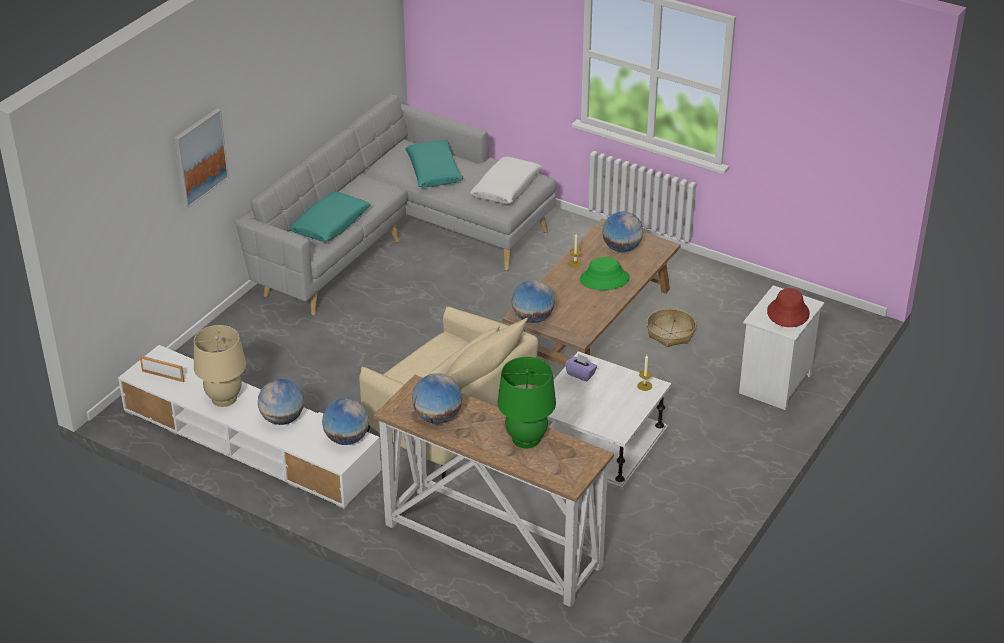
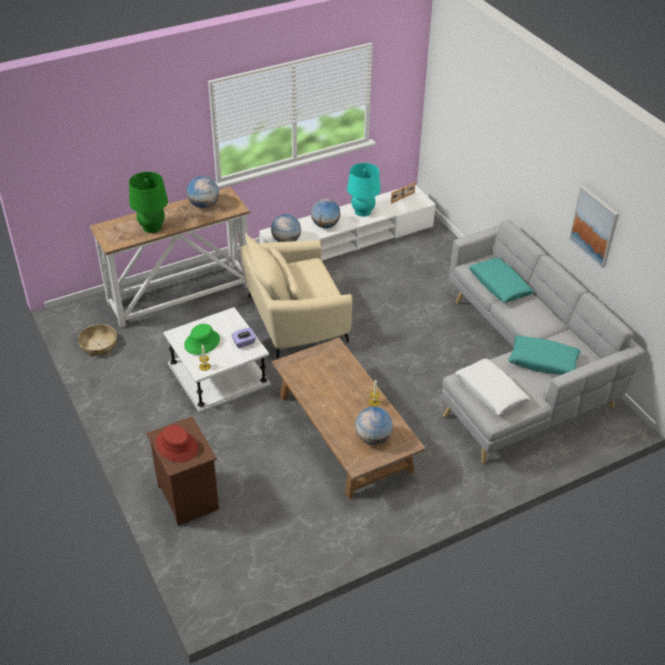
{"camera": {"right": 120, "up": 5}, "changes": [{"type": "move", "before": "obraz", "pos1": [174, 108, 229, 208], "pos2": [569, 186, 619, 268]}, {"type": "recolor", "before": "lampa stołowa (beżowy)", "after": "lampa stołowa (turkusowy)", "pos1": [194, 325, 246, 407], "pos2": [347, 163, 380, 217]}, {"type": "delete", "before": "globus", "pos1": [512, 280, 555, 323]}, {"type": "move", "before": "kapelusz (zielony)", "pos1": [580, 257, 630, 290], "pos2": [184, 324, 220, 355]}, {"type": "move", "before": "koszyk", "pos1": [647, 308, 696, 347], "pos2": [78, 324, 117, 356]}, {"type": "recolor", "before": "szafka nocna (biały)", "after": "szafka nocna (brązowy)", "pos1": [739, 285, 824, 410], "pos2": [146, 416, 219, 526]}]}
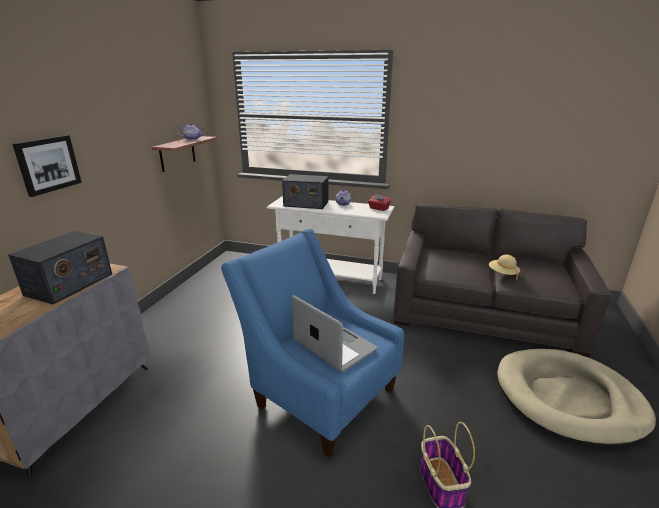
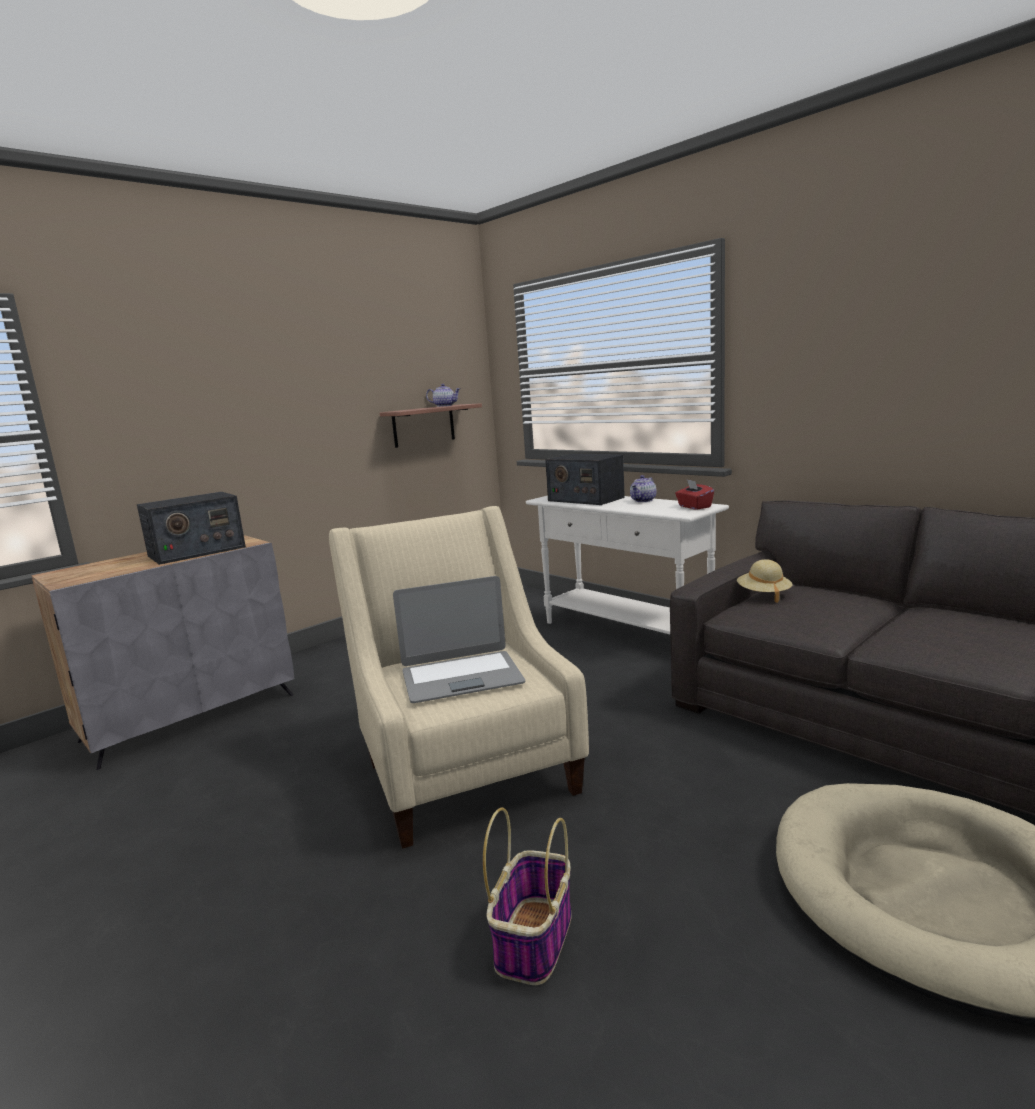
{"camera": {"right": 30, "up": -10}, "changes": [{"type": "delete", "before": "obraz", "pos1": [13, 135, 82, 197]}, {"type": "recolor", "before": "fotel (niebieski)", "after": "fotel (beżowy)", "pos1": [221, 229, 404, 458], "pos2": [329, 506, 589, 849]}, {"type": "rotate", "before": "laptop", "pos1": [292, 295, 377, 372], "pos2": [393, 576, 525, 703], "turn": 90}, {"type": "move", "before": "kapelusz (beżowy)", "pos1": [489, 254, 520, 279], "pos2": [737, 559, 793, 603]}]}
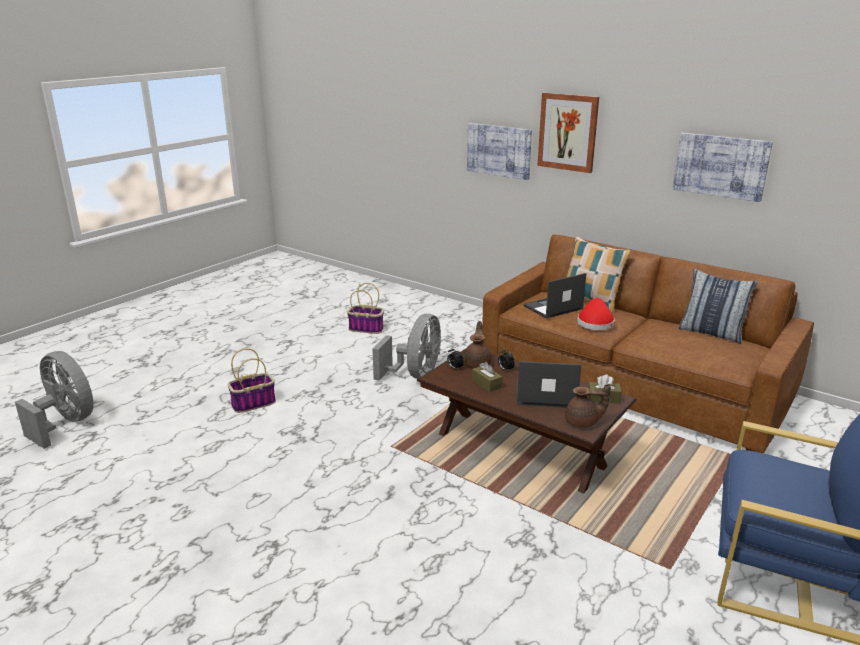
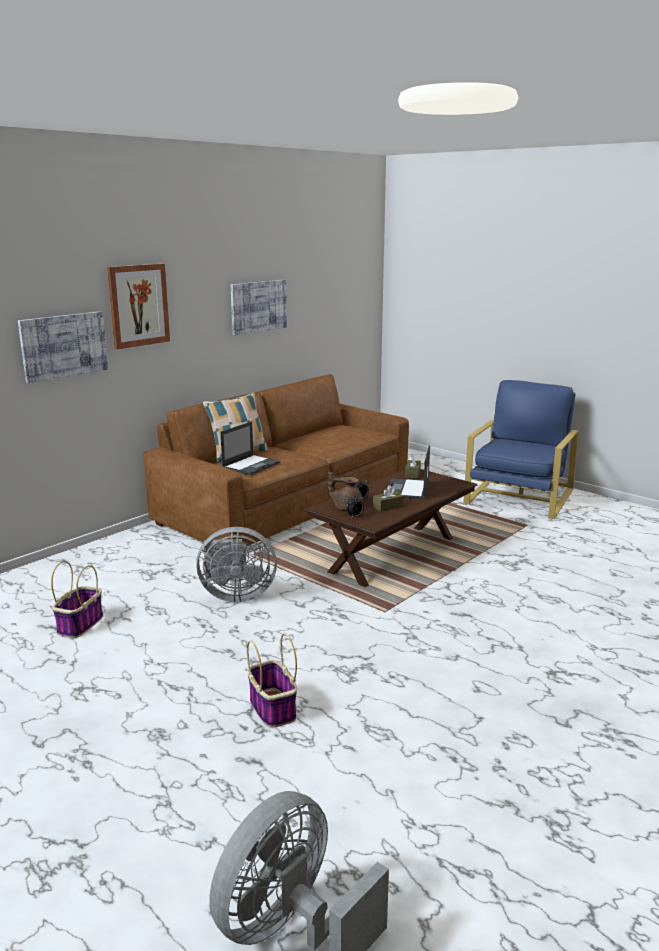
{"camera": {"right": -85, "up": -5}, "changes": [{"type": "rotate", "before": "wentylator (szary)", "pos1": [372, 314, 441, 381], "pos2": [196, 527, 277, 602], "turn": 150}, {"type": "rotate", "before": "laptop", "pos1": [523, 273, 586, 319], "pos2": [220, 421, 280, 475], "turn": -120}, {"type": "delete", "before": "imbryk (brązowy)", "pos1": [565, 384, 611, 427]}, {"type": "delete", "before": "kapelusz (czerwony)", "pos1": [577, 298, 615, 330]}, {"type": "delete", "before": "poduszka", "pos1": [679, 268, 758, 344]}]}
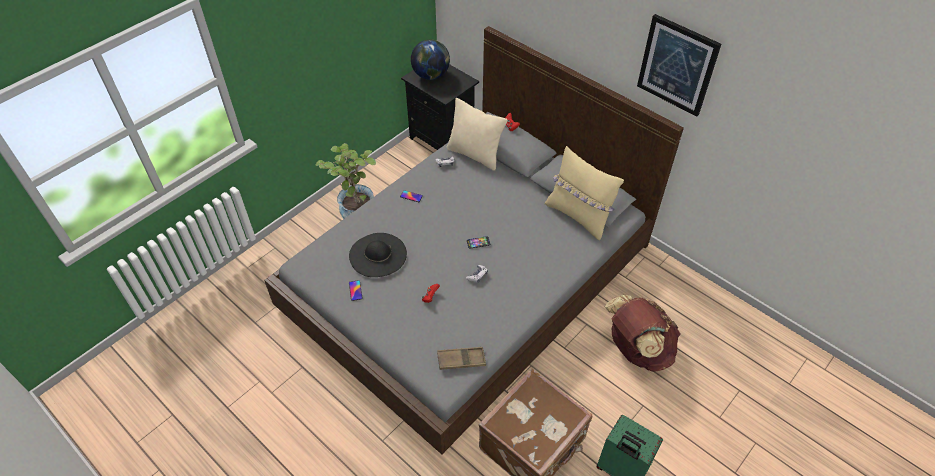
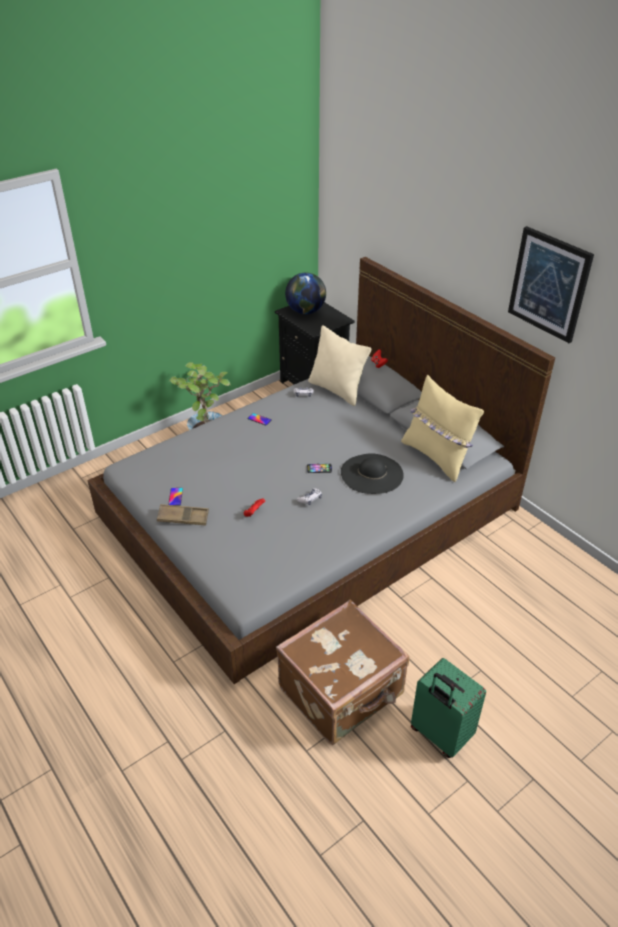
{"camera": {"right": 10, "up": -10}, "changes": [{"type": "move", "before": "kapelusz (czarny)", "pos1": [349, 233, 407, 277], "pos2": [341, 453, 404, 494]}, {"type": "move", "before": "taca (brązowy)", "pos1": [437, 347, 486, 370], "pos2": [157, 504, 209, 526]}, {"type": "delete", "before": "plecak (brązowy)", "pos1": [605, 295, 681, 372]}]}
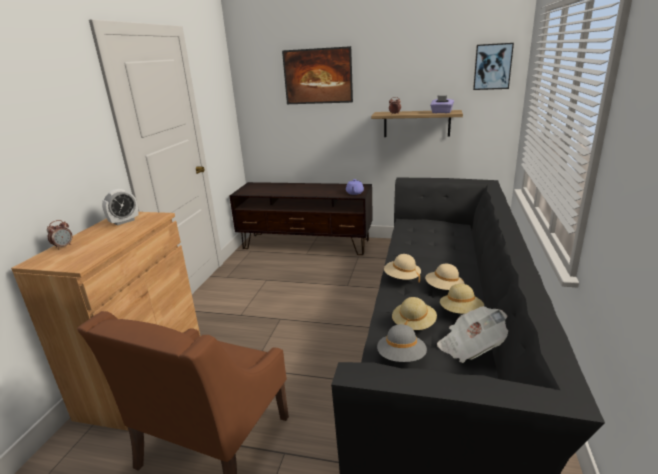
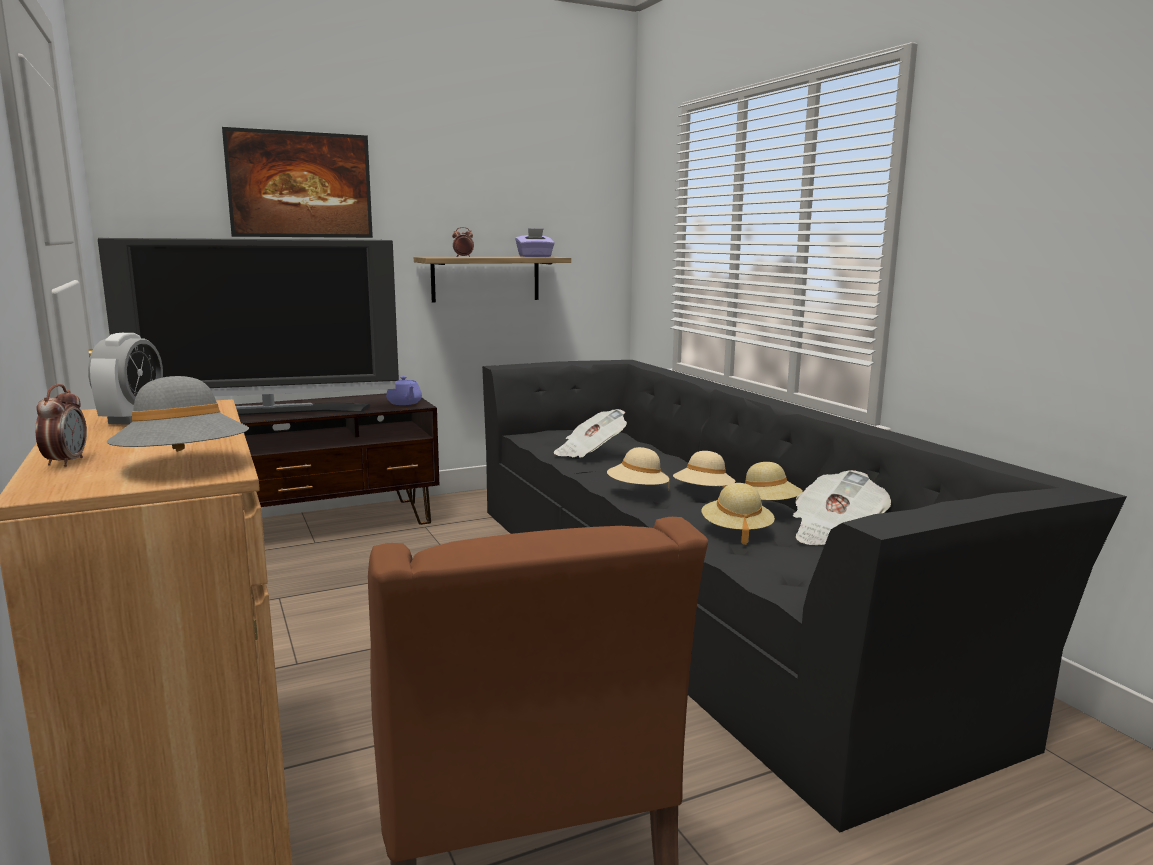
{"camera": {"right": -40, "up": -10}, "changes": [{"type": "move", "before": "kapelusz (szary)", "pos1": [377, 324, 427, 362], "pos2": [107, 376, 249, 452]}, {"type": "delete", "before": "obraz", "pos1": [473, 43, 514, 90]}, {"type": "insert", "after": "telewizor", "pos2": [98, 238, 399, 415]}, {"type": "insert", "after": "gazeta", "pos2": [554, 409, 627, 458]}]}
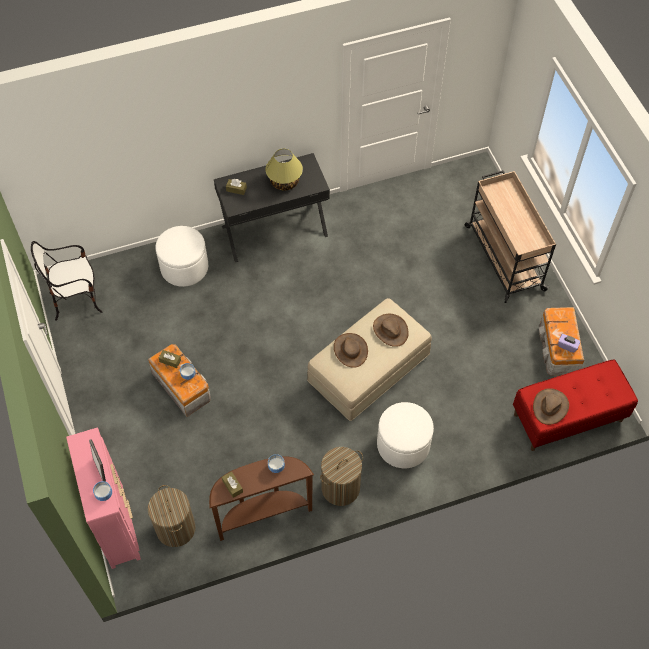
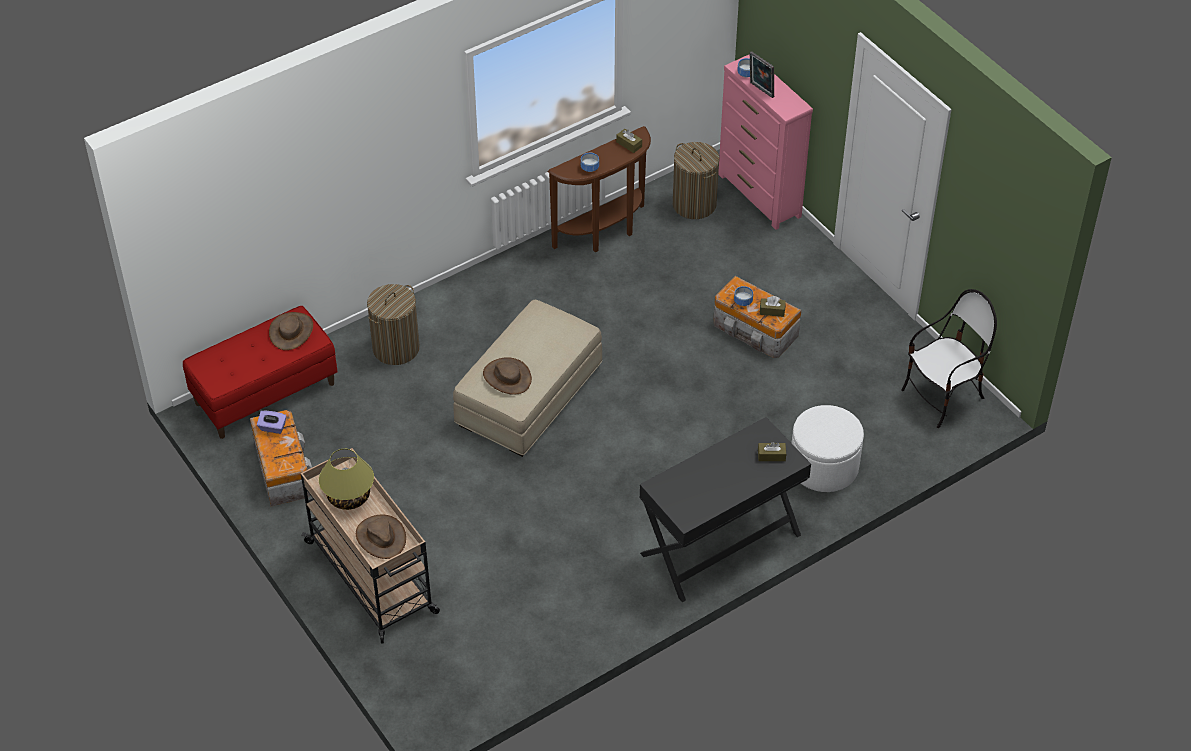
{"camera": {"right": 165, "up": -10}, "changes": [{"type": "move", "before": "lampa stołowa", "pos1": [266, 149, 303, 190], "pos2": [319, 449, 374, 510]}, {"type": "move", "before": "kosz na pranie", "pos1": [320, 447, 363, 506], "pos2": [367, 284, 419, 365]}, {"type": "move", "before": "kapelusz (brązowy)", "pos1": [334, 333, 368, 368], "pos2": [356, 514, 406, 559]}, {"type": "delete", "before": "pufa (biały)", "pos1": [377, 402, 434, 468]}]}
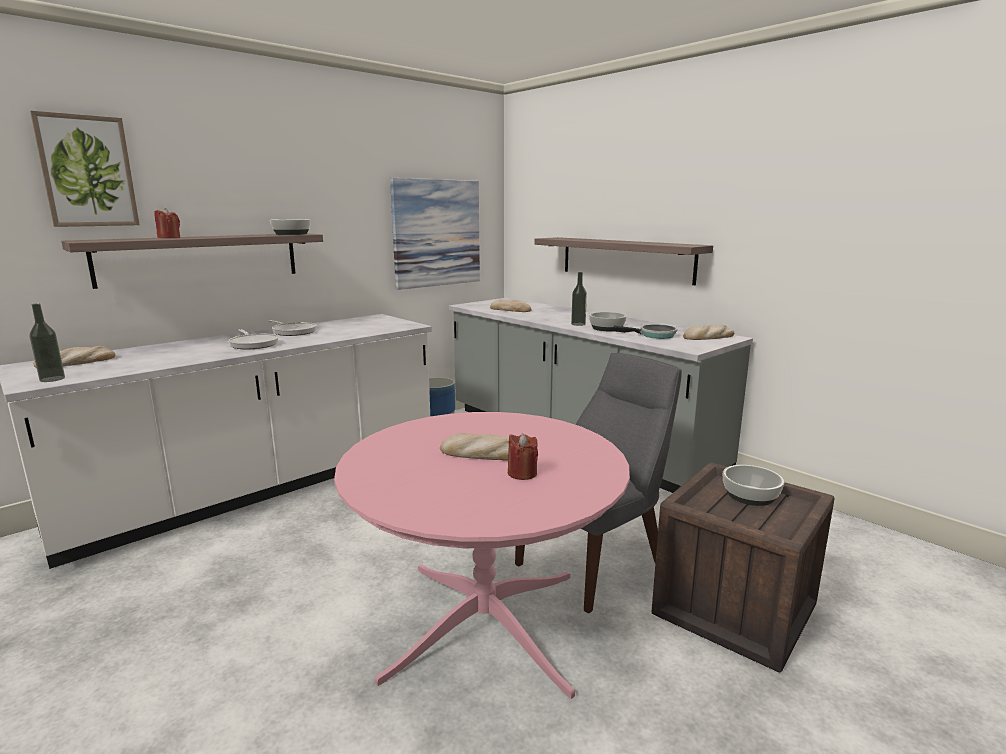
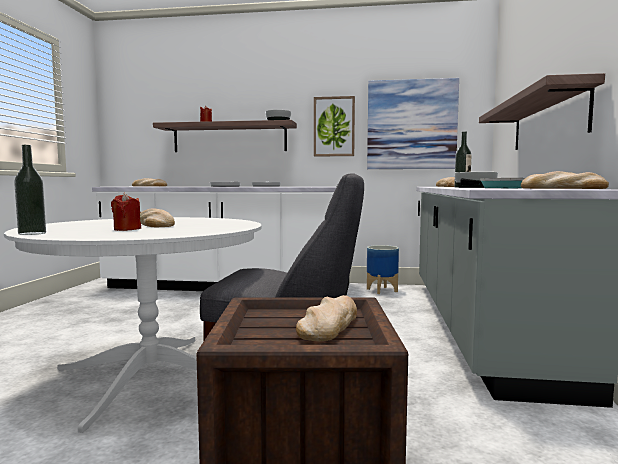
{"camera": {"right": 50, "up": -10}, "changes": [{"type": "move", "before": "obraz", "pos1": [30, 111, 140, 227], "pos2": [314, 96, 355, 157]}, {"type": "move", "before": "butelka", "pos1": [30, 304, 65, 382], "pos2": [14, 145, 46, 235]}, {"type": "recolor", "before": "stół jadalny (różowy)", "after": "stół jadalny (biały)", "pos1": [334, 412, 630, 699], "pos2": [4, 217, 261, 433]}, {"type": "replace", "before": "miska", "after": "chleb", "pos1": [723, 465, 784, 506], "pos2": [296, 295, 357, 341]}]}
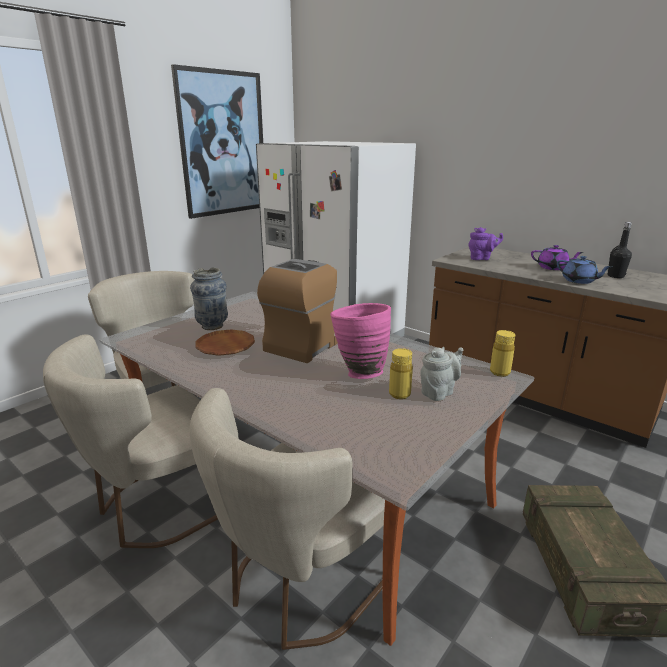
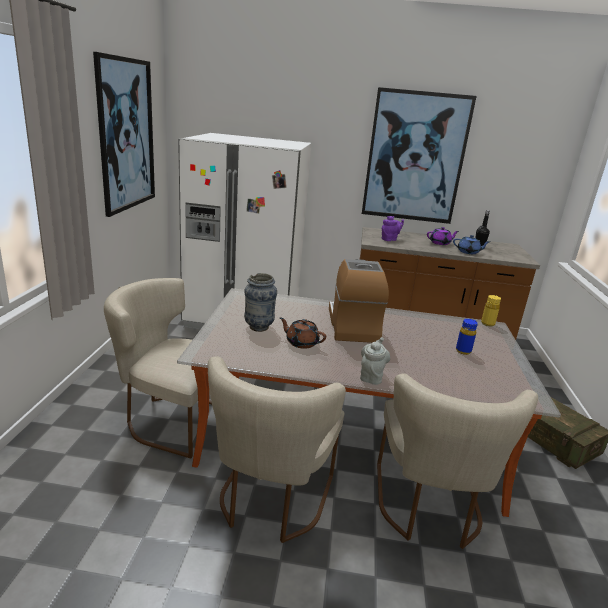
{"camera": {"right": -35, "up": 0}, "changes": [{"type": "replace", "before": "talerz (brązowy)", "after": "imbryk (brązowy)", "pos1": [195, 329, 255, 356], "pos2": [280, 317, 326, 349]}, {"type": "delete", "before": "wazon (różowy)", "pos1": [330, 303, 391, 379]}, {"type": "recolor", "before": "butelka (żółty)", "after": "butelka (niebieski)", "pos1": [389, 348, 413, 399], "pos2": [456, 319, 478, 355]}, {"type": "move", "before": "imbryk (szary)", "pos1": [420, 347, 463, 401], "pos2": [360, 337, 390, 385]}, {"type": "insert", "after": "obraz", "pos2": [362, 87, 477, 224]}]}
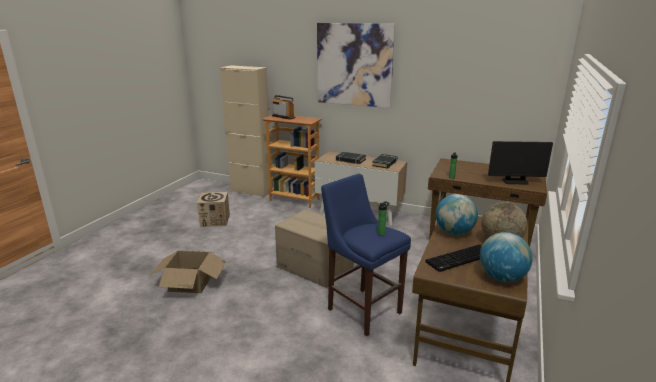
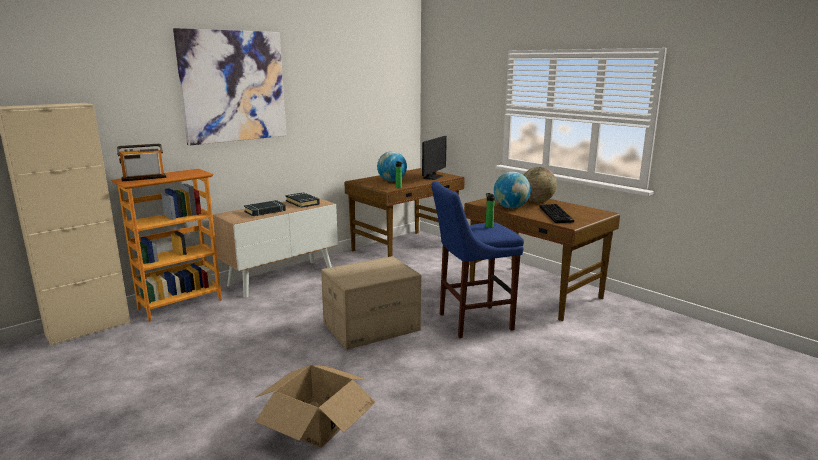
{"camera": {"right": -65, "up": -5}, "changes": [{"type": "delete", "before": "karton", "pos1": [197, 192, 230, 227]}, {"type": "move", "before": "globus", "pos1": [480, 232, 533, 282], "pos2": [377, 151, 407, 182]}]}
